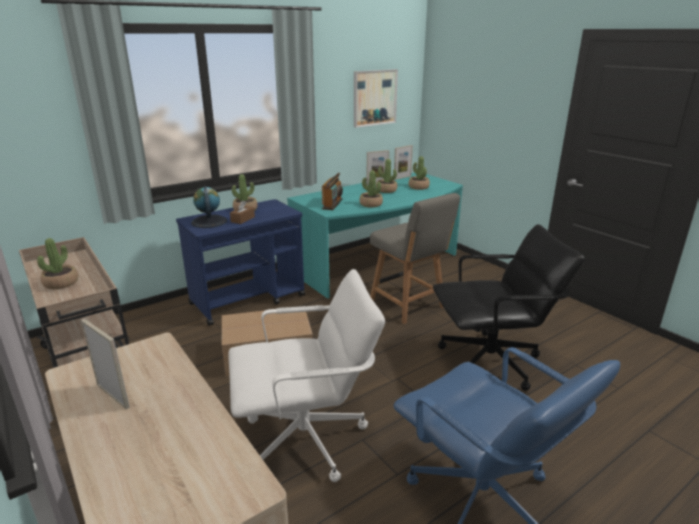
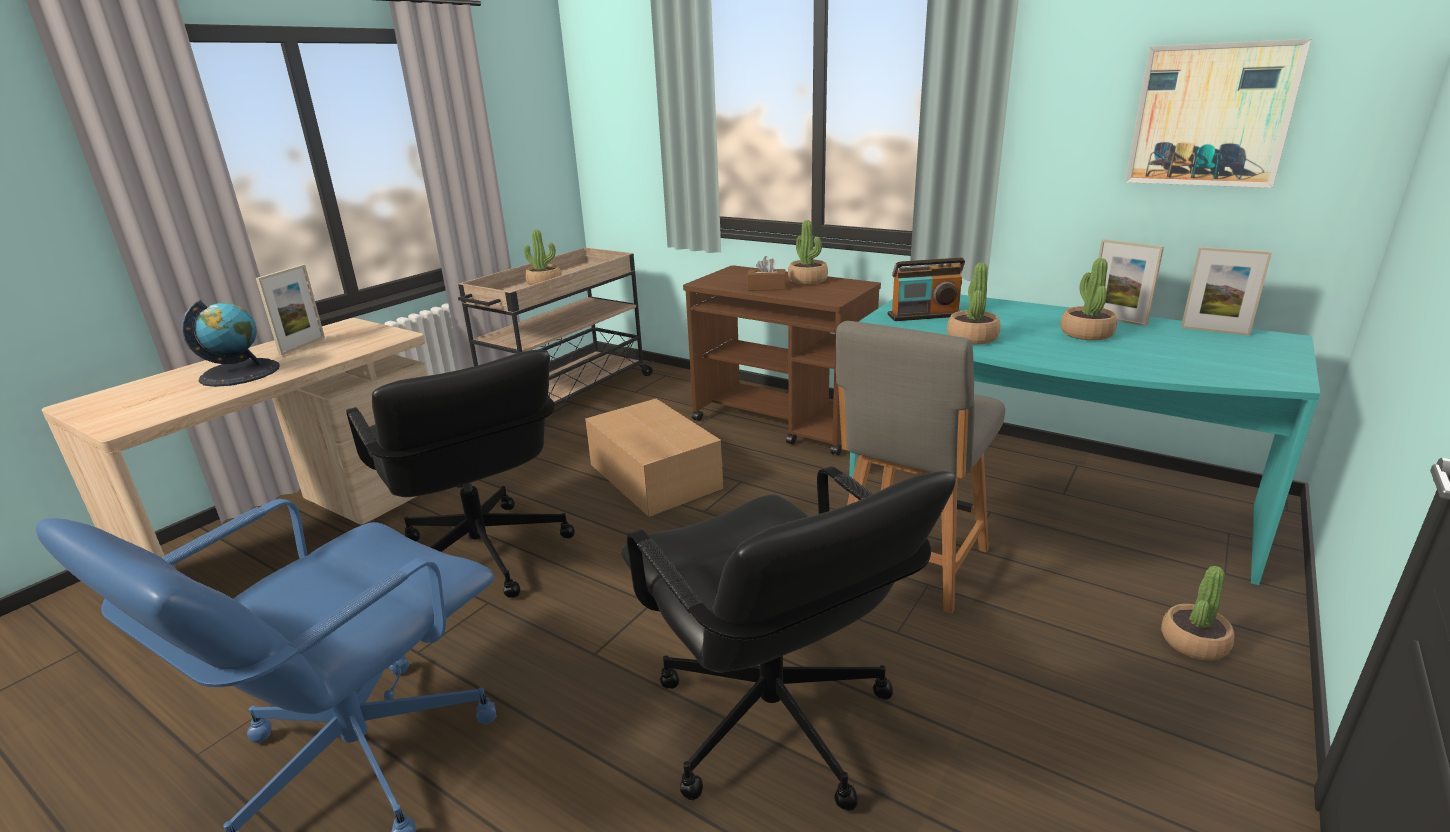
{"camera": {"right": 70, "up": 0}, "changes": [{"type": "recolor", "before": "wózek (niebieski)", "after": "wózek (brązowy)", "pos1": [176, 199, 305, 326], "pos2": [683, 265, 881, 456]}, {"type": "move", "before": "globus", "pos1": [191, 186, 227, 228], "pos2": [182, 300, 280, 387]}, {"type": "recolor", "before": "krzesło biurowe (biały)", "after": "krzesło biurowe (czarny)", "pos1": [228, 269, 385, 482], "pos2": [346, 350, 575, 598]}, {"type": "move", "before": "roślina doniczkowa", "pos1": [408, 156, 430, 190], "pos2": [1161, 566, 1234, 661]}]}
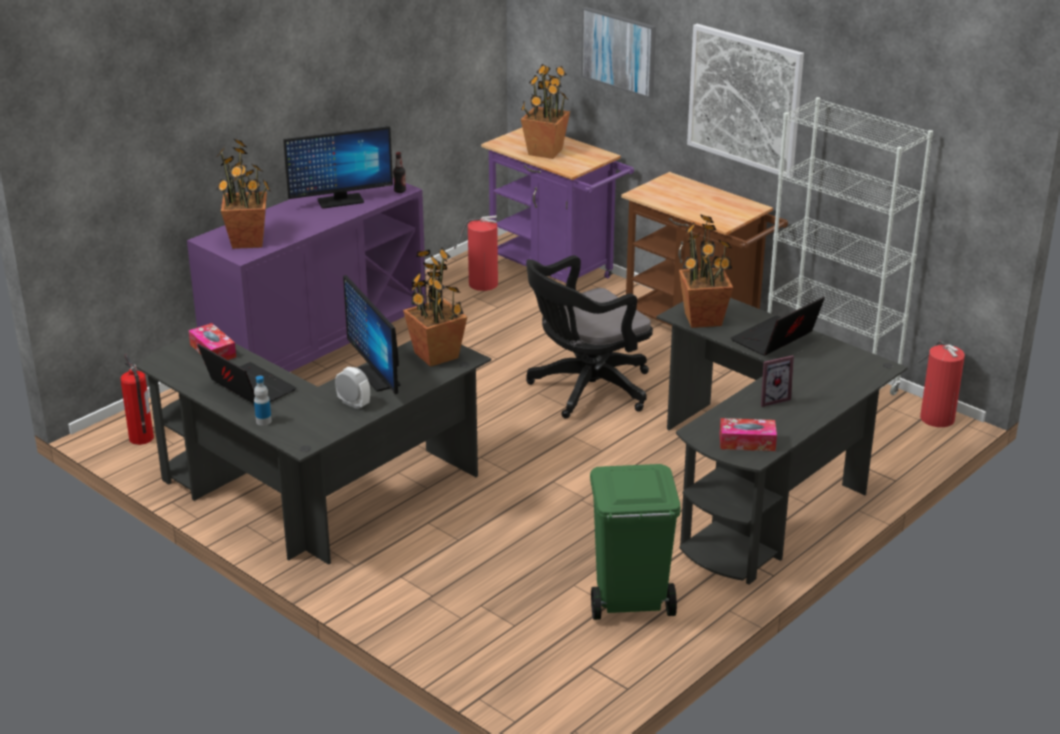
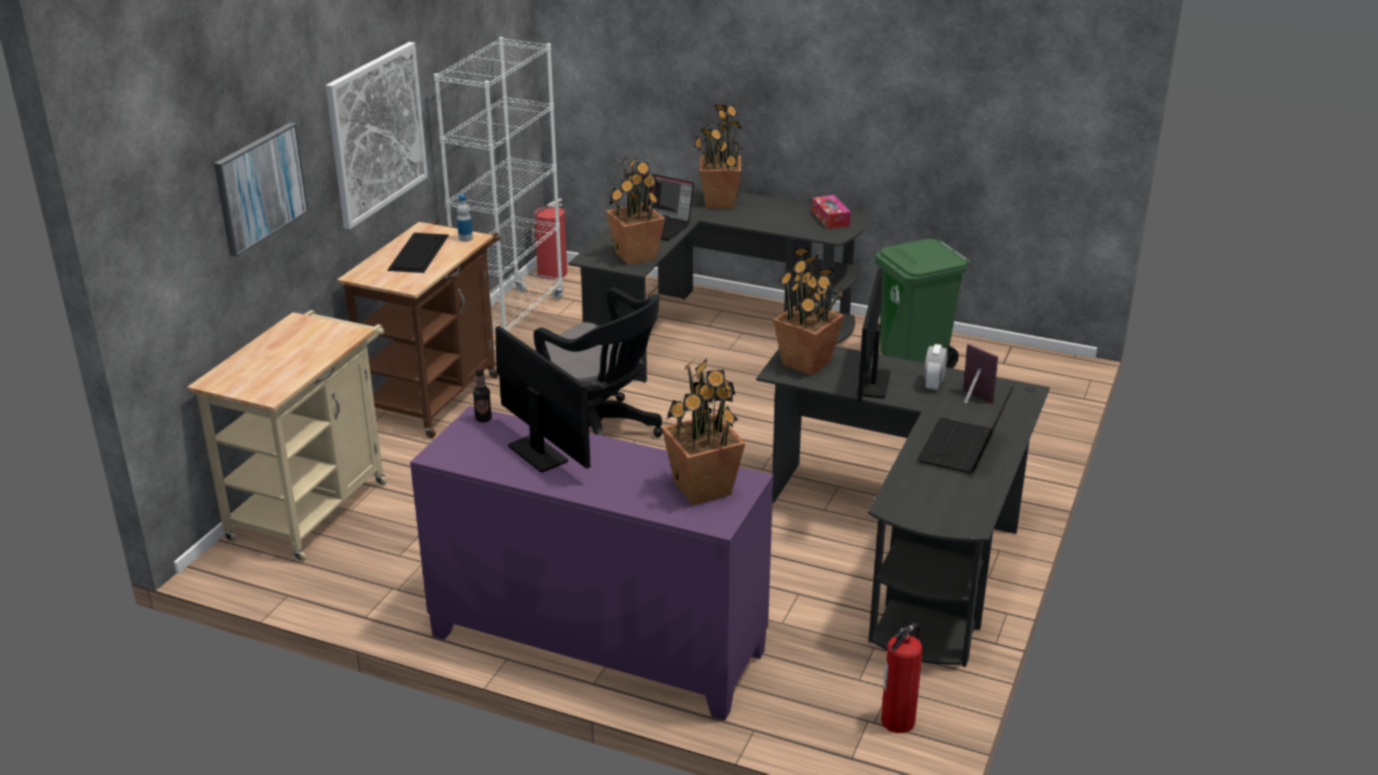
{"camera": {"right": -110, "up": 0}, "changes": [{"type": "delete", "before": "pudełko chusteczek", "pos1": [189, 323, 236, 360]}, {"type": "move", "before": "butelka", "pos1": [254, 376, 272, 426], "pos2": [457, 195, 473, 242]}, {"type": "rotate", "before": "monitor", "pos1": [343, 275, 400, 394], "pos2": [857, 268, 891, 402], "turn": 150}, {"type": "delete", "before": "gaśnica", "pos1": [454, 215, 498, 291]}, {"type": "recolor", "before": "wózek (fioletowy)", "after": "wózek (beżowy)", "pos1": [481, 128, 634, 283], "pos2": [187, 310, 387, 562]}, {"type": "move", "before": "roślina doniczkowa", "pos1": [521, 64, 570, 159], "pos2": [694, 104, 744, 208]}, {"type": "move", "before": "ramka na zdjęcie", "pos1": [761, 355, 794, 407], "pos2": [963, 344, 998, 404]}, {"type": "insert", "after": "klawiatura", "pos2": [387, 233, 449, 273]}]}
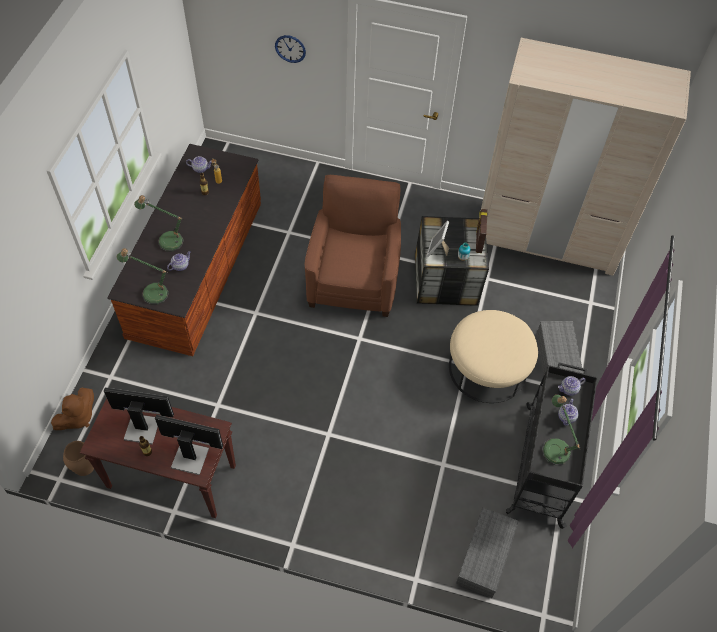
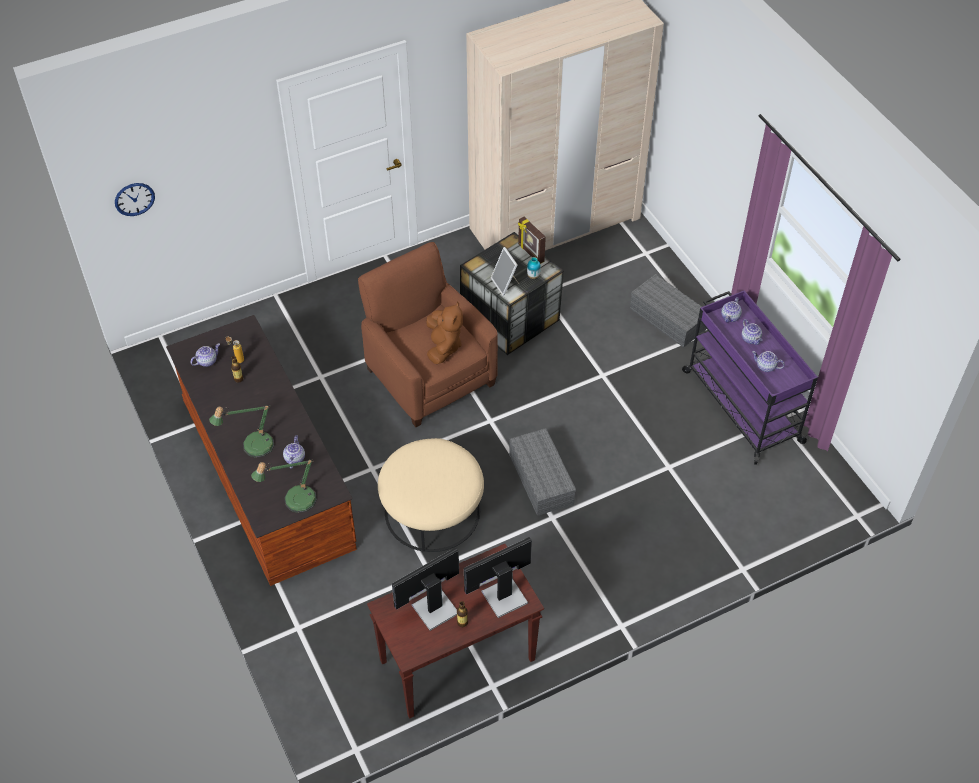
{"camera": {"right": -40, "up": -5}, "changes": [{"type": "move", "before": "pluszak (brązowy)", "pos1": [51, 388, 94, 430], "pos2": [426, 302, 463, 364]}, {"type": "delete", "before": "wazon (brązowy)", "pos1": [63, 441, 94, 476]}, {"type": "move", "before": "zegar ścienny", "pos1": [275, 35, 306, 63], "pos2": [115, 183, 155, 216]}, {"type": "move", "before": "pufa (beżowy)", "pos1": [449, 310, 538, 403], "pos2": [378, 438, 484, 552]}, {"type": "move", "before": "pojemnik do przechowywania (szary)", "pos1": [456, 507, 519, 598], "pos2": [509, 428, 576, 516]}, {"type": "recolor", "before": "wózek (czarny)", "after": "wózek (fioletowy)", "pos1": [506, 363, 598, 529], "pos2": [682, 290, 818, 465]}, {"type": "replace", "before": "lampa stołowa", "after": "imbryk", "pos1": [542, 395, 580, 465], "pos2": [752, 351, 785, 372]}]}
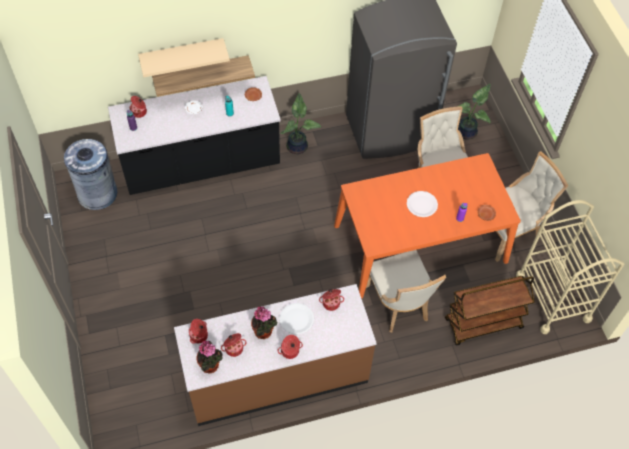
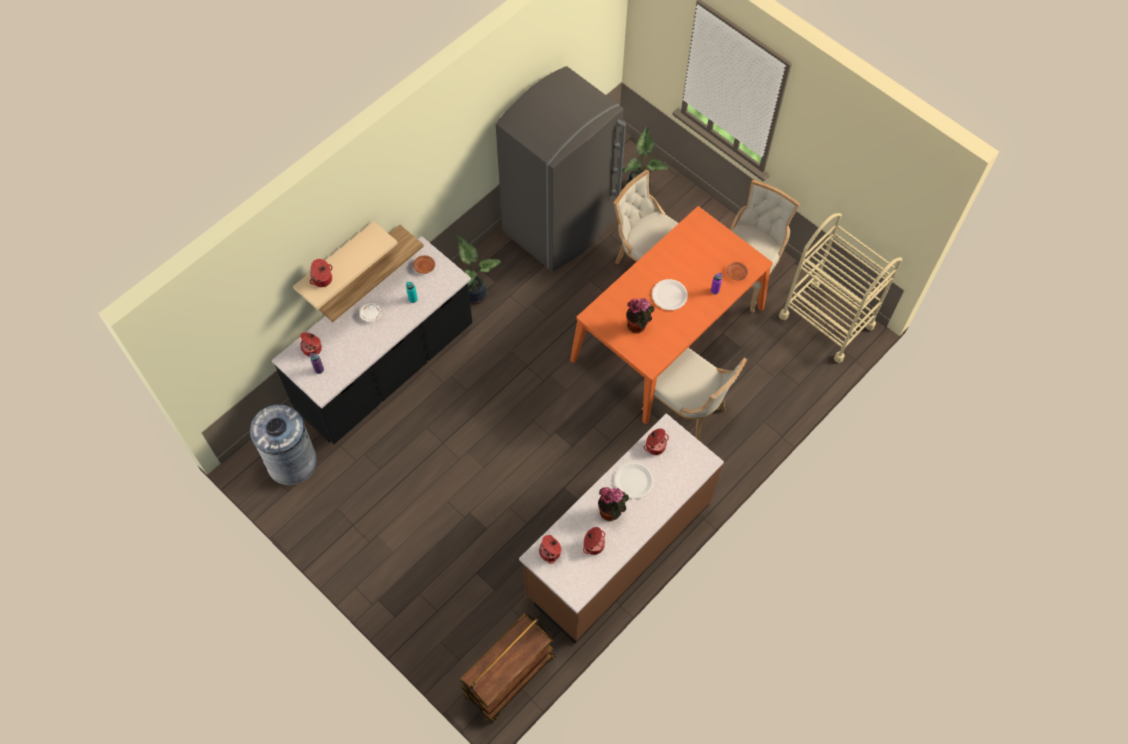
{"camera": {"right": -30, "up": 5}, "changes": [{"type": "move", "before": "roślina doniczkowa", "pos1": [196, 341, 223, 374], "pos2": [626, 298, 655, 333]}, {"type": "move", "before": "garnek", "pos1": [278, 335, 303, 359], "pos2": [310, 259, 333, 287]}, {"type": "move", "before": "wózek (brązowy)", "pos1": [445, 276, 535, 345], "pos2": [460, 613, 556, 724]}]}
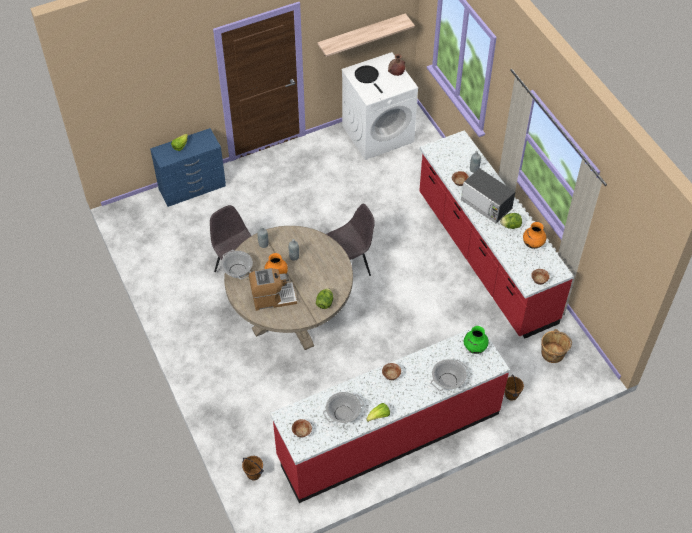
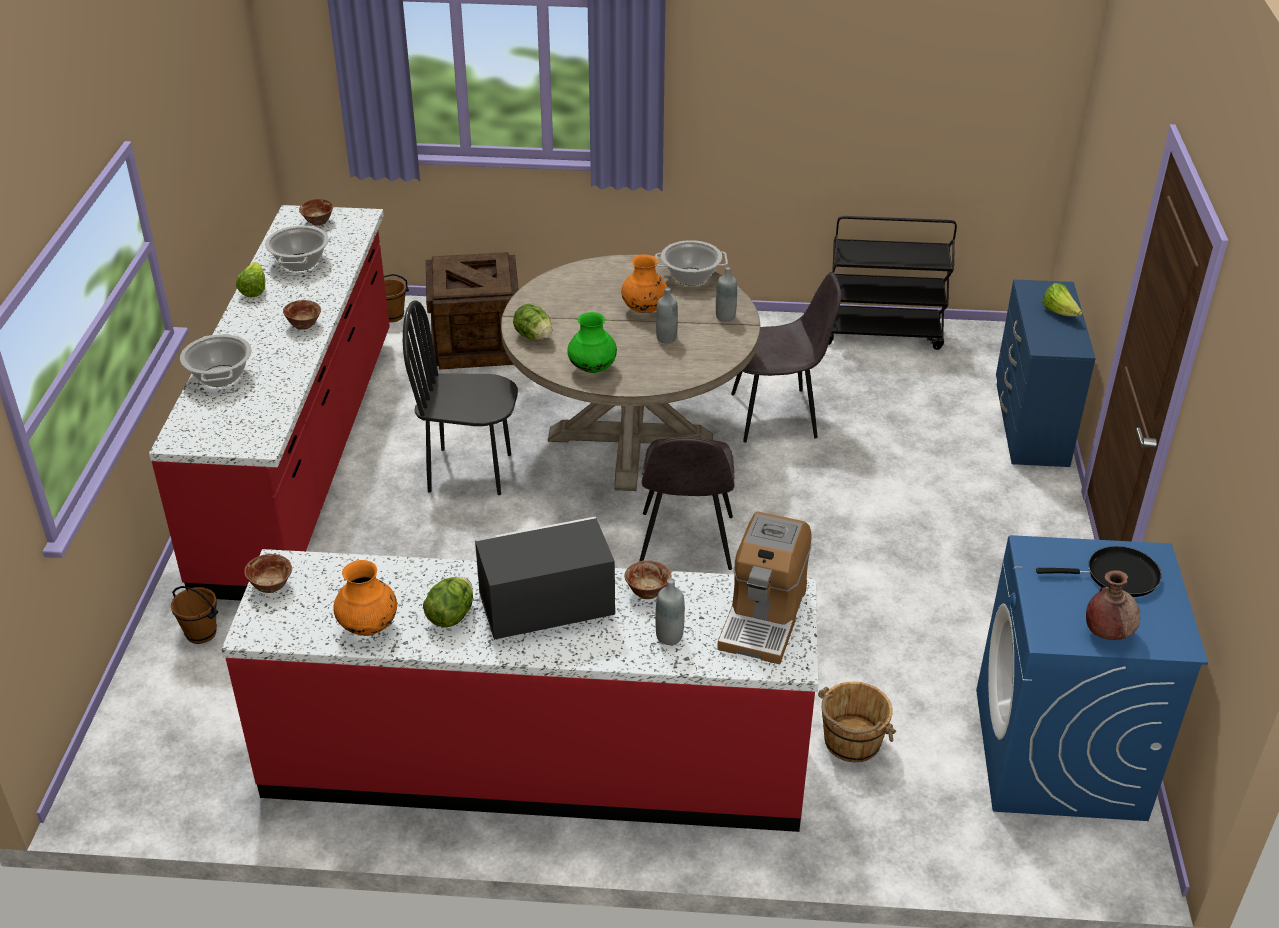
{"camera": {"right": 120, "up": -15}, "changes": [{"type": "move", "before": "ekspres do kawy", "pos1": [249, 268, 297, 311], "pos2": [717, 511, 811, 664]}, {"type": "delete", "before": "półka", "pos1": [317, 13, 415, 57]}, {"type": "recolor", "before": "pralka (biały)", "after": "pralka (niebieski)", "pos1": [341, 52, 418, 160], "pos2": [976, 535, 1208, 821]}, {"type": "move", "before": "wazon (zielony)", "pos1": [464, 326, 489, 354], "pos2": [567, 312, 617, 373]}, {"type": "move", "before": "wiadro (brązowy)", "pos1": [541, 329, 572, 363], "pos2": [818, 682, 896, 762]}, {"type": "insert", "after": "krzesło (czarny)", "pos2": [403, 300, 518, 495]}, {"type": "insert", "after": "skrzynka", "pos2": [426, 252, 519, 370]}, {"type": "insert", "after": "wózek (czarny)", "pos2": [828, 216, 957, 350]}]}
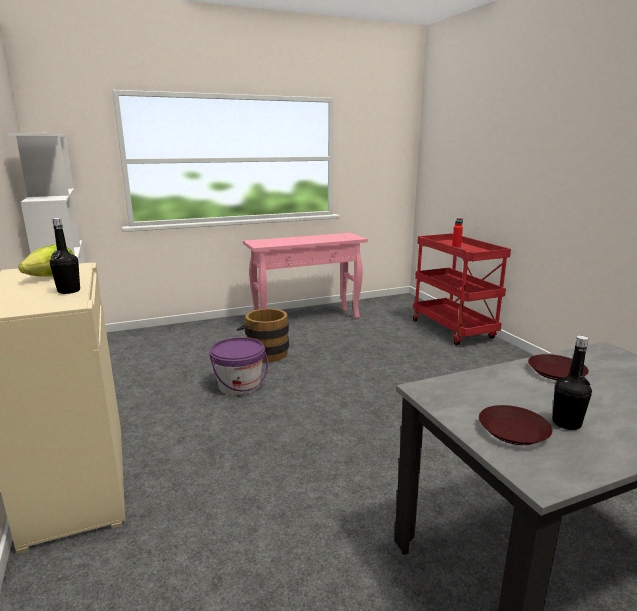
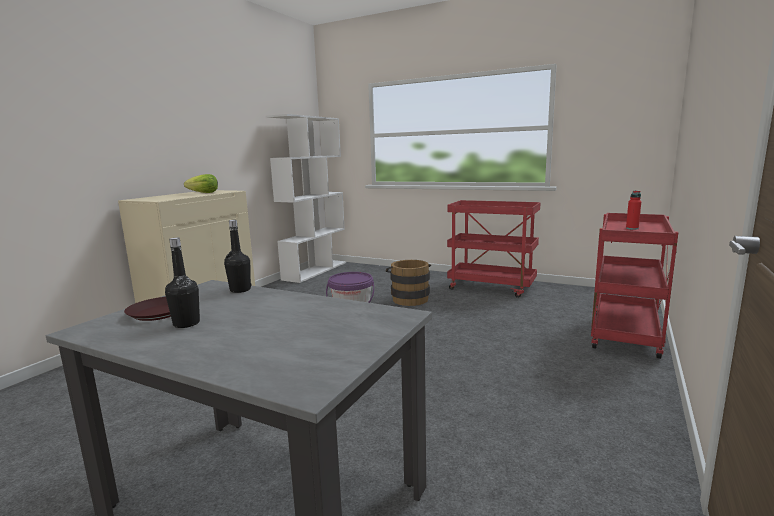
{"camera": {"right": 50, "up": -5}, "changes": [{"type": "move", "before": "butelka (czarny)", "pos1": [50, 218, 80, 294], "pos2": [224, 220, 251, 293]}, {"type": "replace", "before": "stolik konsolowy (różowy)", "after": "wózek (czerwony)", "pos1": [243, 233, 368, 319], "pos2": [447, 200, 541, 298]}, {"type": "delete", "before": "talerz (brązowy)", "pos1": [528, 354, 589, 381]}]}
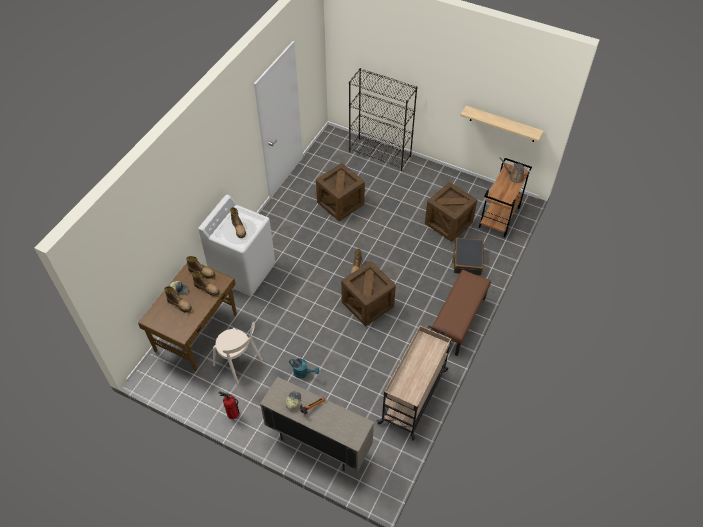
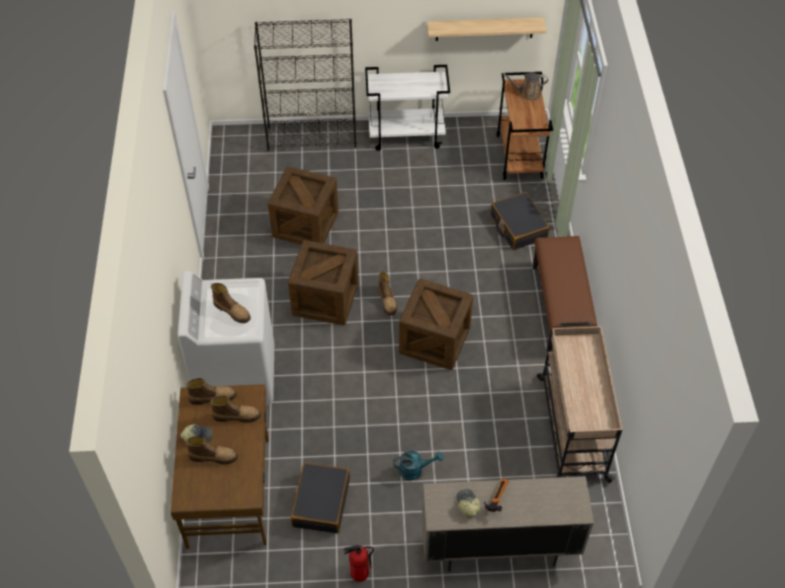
{"camera": {"right": -30, "up": 0}, "changes": [{"type": "replace", "before": "krzesło (beżowy)", "after": "walizka (czarny)", "pos1": [213, 322, 263, 385], "pos2": [291, 463, 350, 533]}, {"type": "move", "before": "skrzynka", "pos1": [425, 182, 477, 242], "pos2": [288, 240, 358, 325]}, {"type": "insert", "after": "wózek (biały)", "pos2": [365, 65, 450, 151]}]}
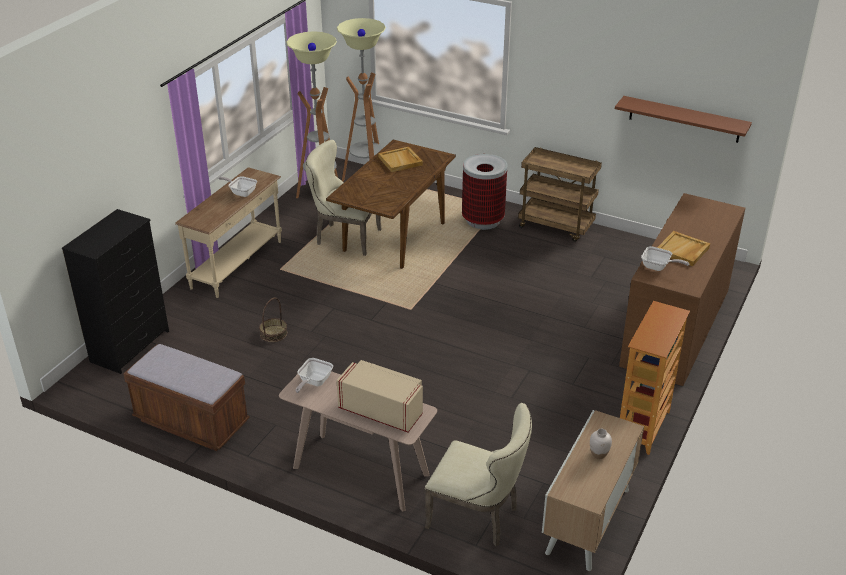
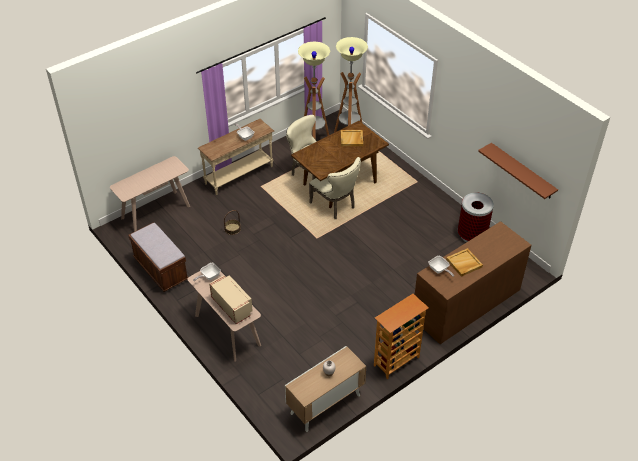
{"camera": {"right": 25, "up": 10}, "changes": [{"type": "replace", "before": "komoda (czarny)", "after": "stolik konsolowy (beżowy)", "pos1": [62, 209, 169, 374], "pos2": [110, 156, 190, 232]}, {"type": "move", "before": "krzesło (beżowy)", "pos1": [425, 403, 532, 546], "pos2": [309, 157, 361, 219]}, {"type": "move", "before": "kosz na śmieci", "pos1": [462, 154, 507, 230], "pos2": [458, 192, 494, 242]}, {"type": "delete", "before": "wózek (brązowy)", "pos1": [518, 147, 602, 242]}]}
